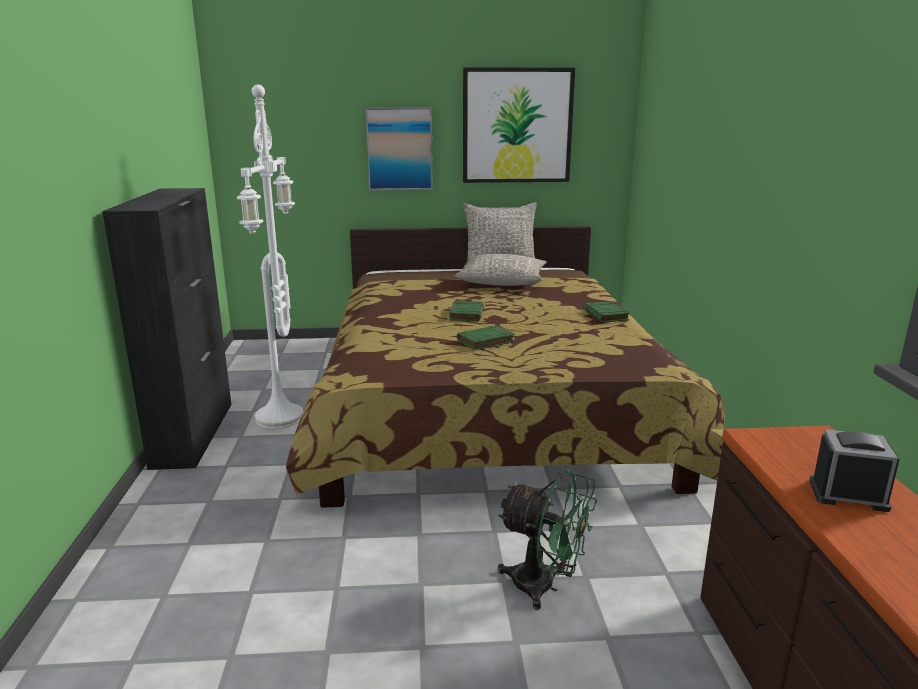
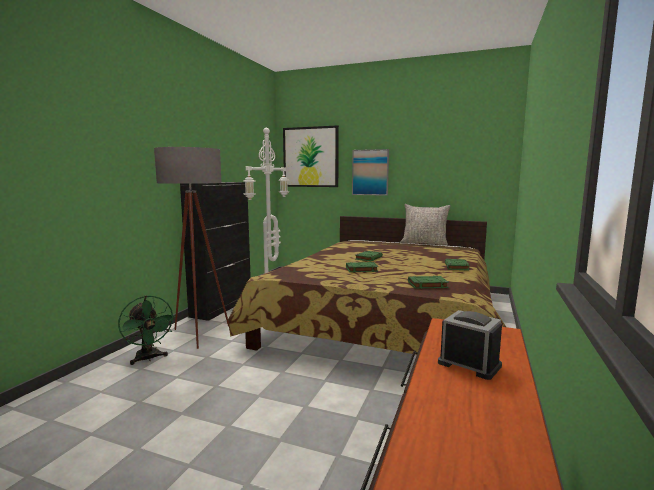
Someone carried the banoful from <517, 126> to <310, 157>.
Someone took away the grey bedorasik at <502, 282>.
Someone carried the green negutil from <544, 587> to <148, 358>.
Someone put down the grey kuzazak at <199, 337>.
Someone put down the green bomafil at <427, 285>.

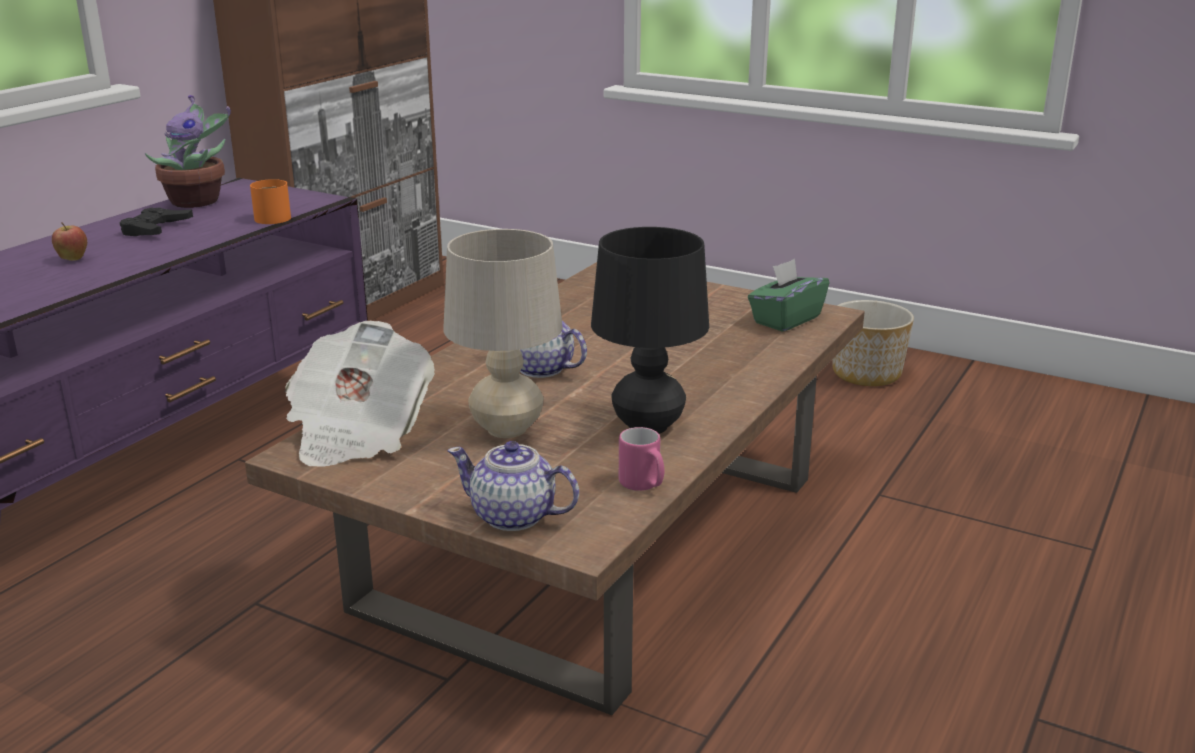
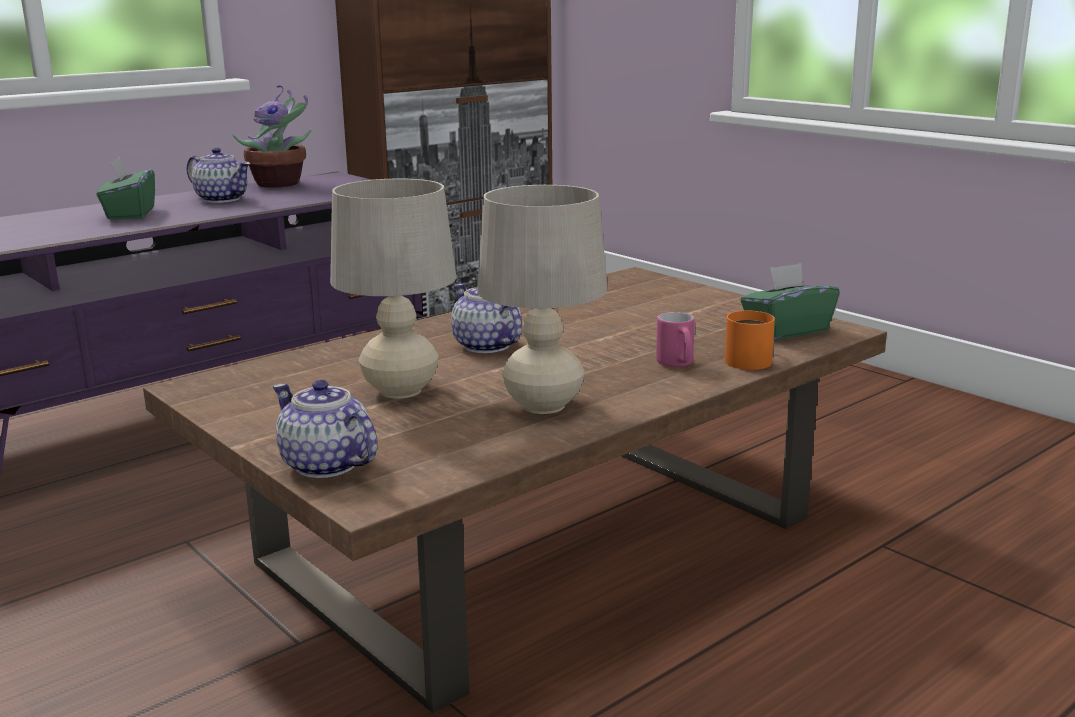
Someone carried the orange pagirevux from <275, 216> to <751, 358>.
Someone swapped the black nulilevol at <155, 229> for the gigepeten at <222, 199>.
Someone swapped the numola at <73, 260> for the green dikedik at <130, 214>.
Someone repainted the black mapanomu at <647, 426>, which became the beige mapanomu at <543, 405>.
Someone took away the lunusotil at <867, 373>.
Someone took away the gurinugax at <358, 432>.
Someone carried the pink pagirevux from <643, 486> to <677, 365>.

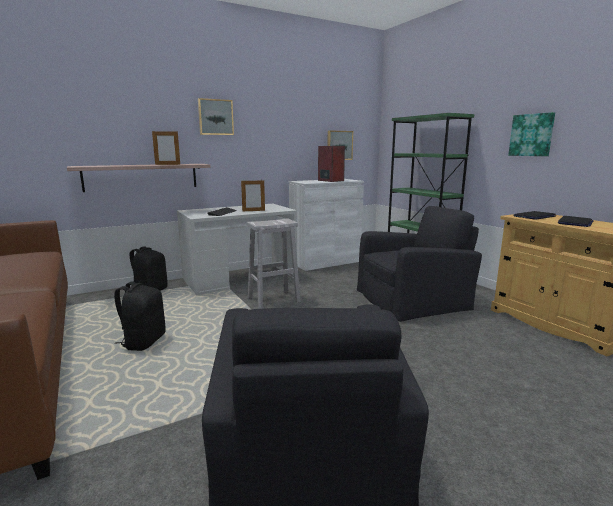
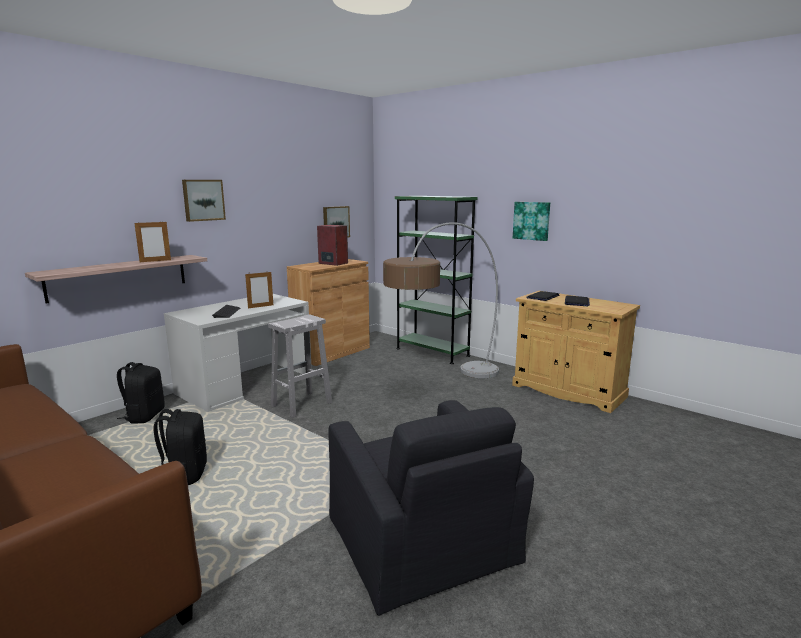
Someone repainted the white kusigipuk at <325, 262>, which became the brown kusigipuk at <331, 352>.
Someone swapped the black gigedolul at <413, 299> for the kuzazak at <441, 384>.

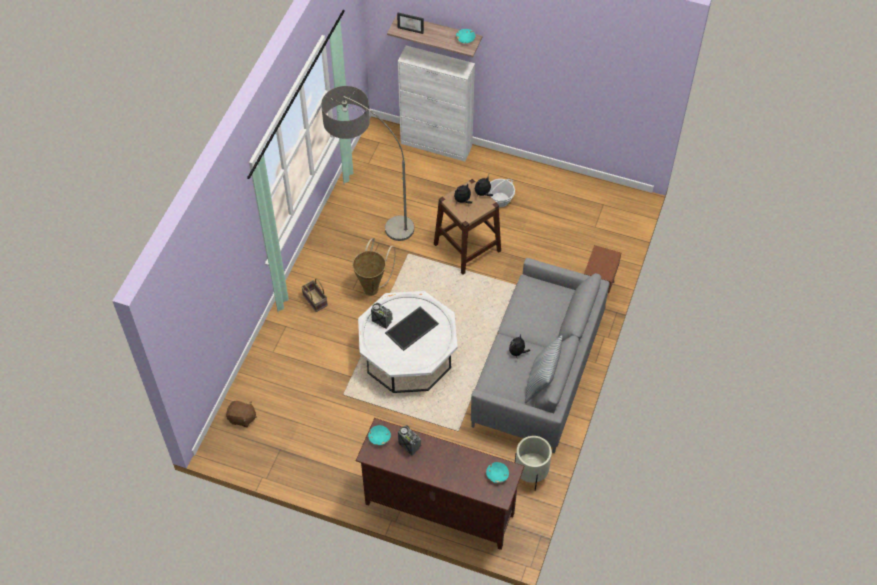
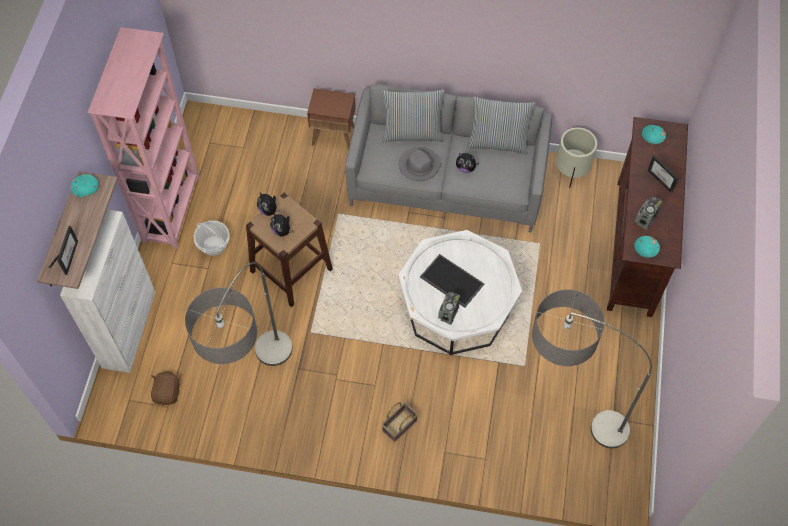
Someone took away the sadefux at <373, 286>.
Someone carried the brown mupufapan from <242, 418> to <168, 393>.
Someone put down the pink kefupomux at <172, 209>.
Someone put down the bedorasik at <412, 133>.
Someone put down the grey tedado at <419, 165>.
Someone put down the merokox at <663, 180>.
Someone put down the kuzazak at <563, 417>.

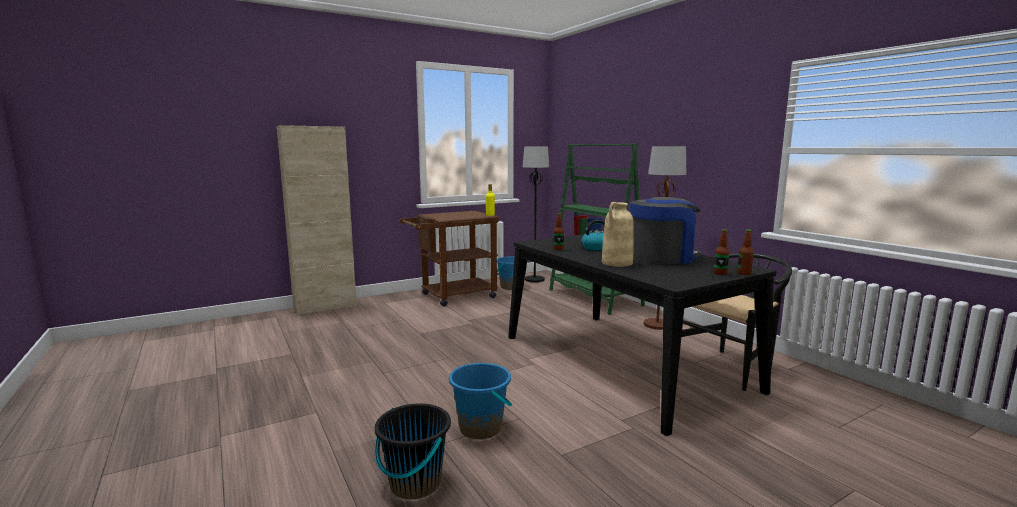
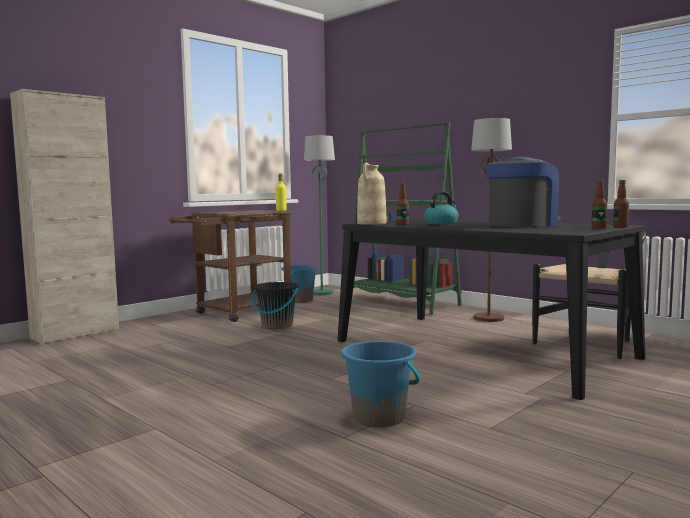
Someone repainted the black kuzazak at <534, 279>, which became the green kuzazak at <321, 293>.
Someone carried the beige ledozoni from <617, 263> to <371, 223>.
Someone carried the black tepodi from <415, 483> to <277, 326>.

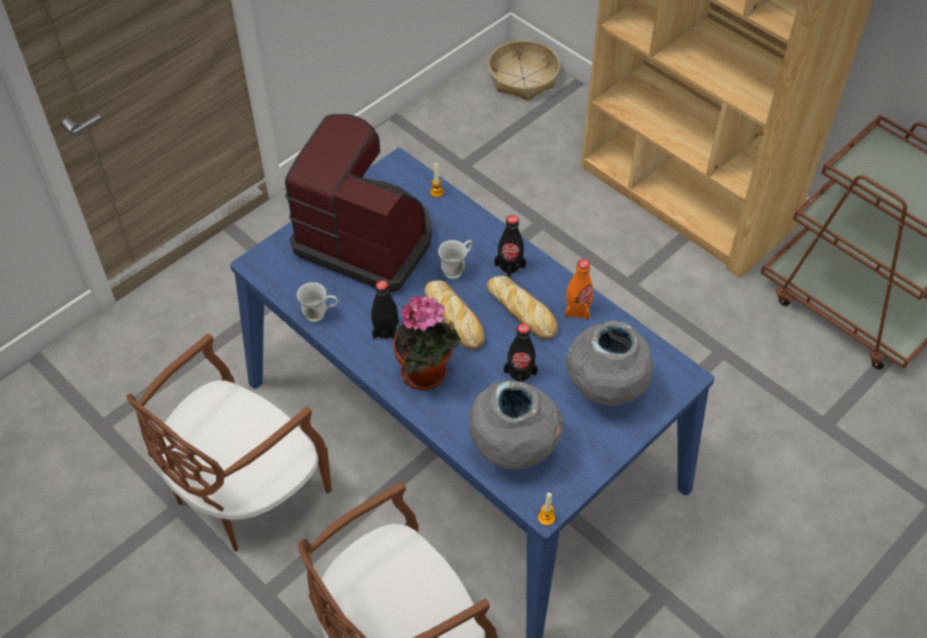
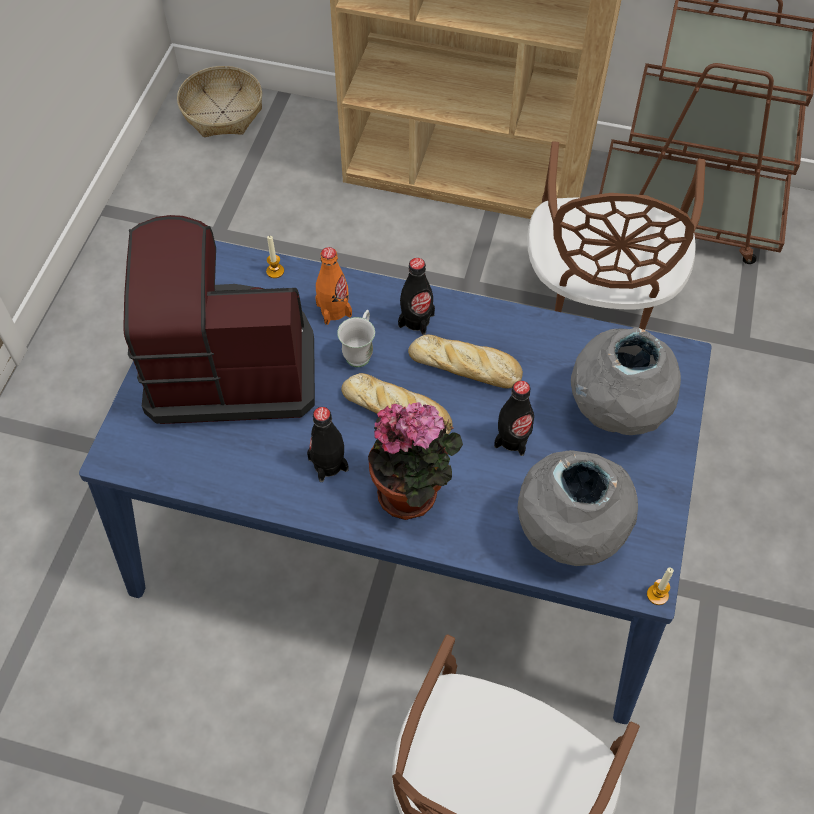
Someone carried the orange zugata from <577, 309> to <334, 310>.
Someone took away the white pagirevux at <320, 315>.
Someone carried the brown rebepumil from <244, 491> to <596, 304>.

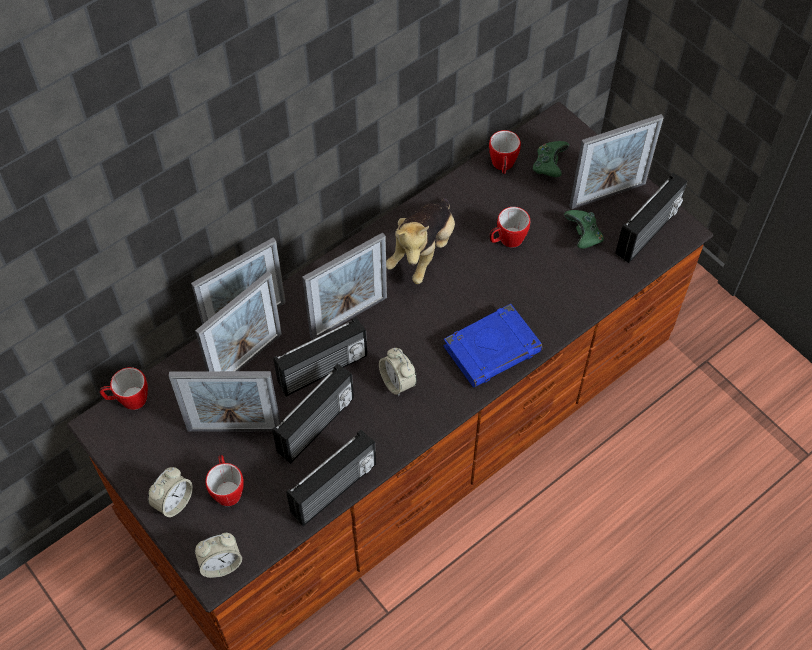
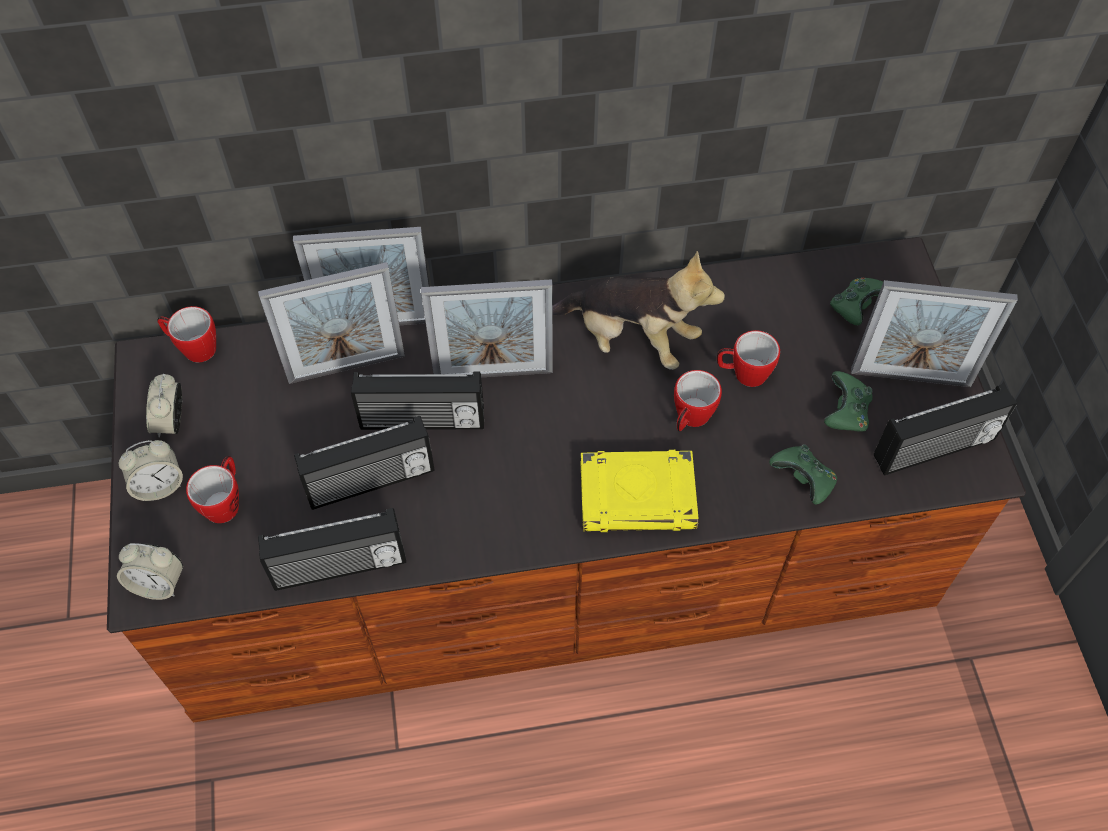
Someone carried the pagirevux from <503, 166> to <690, 419>.
Someone rotated the mupufapan at <422, 251> by 120 degrees counterclockwise.
Someone repainted the blue bomafil at <492, 348>, which became the yellow bomafil at <639, 496>.
Someone carried the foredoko from <397, 382> to <171, 421>.
Someone took away the merokox at <234, 429>.
Someone put down the green nulilevol at <803, 481>.

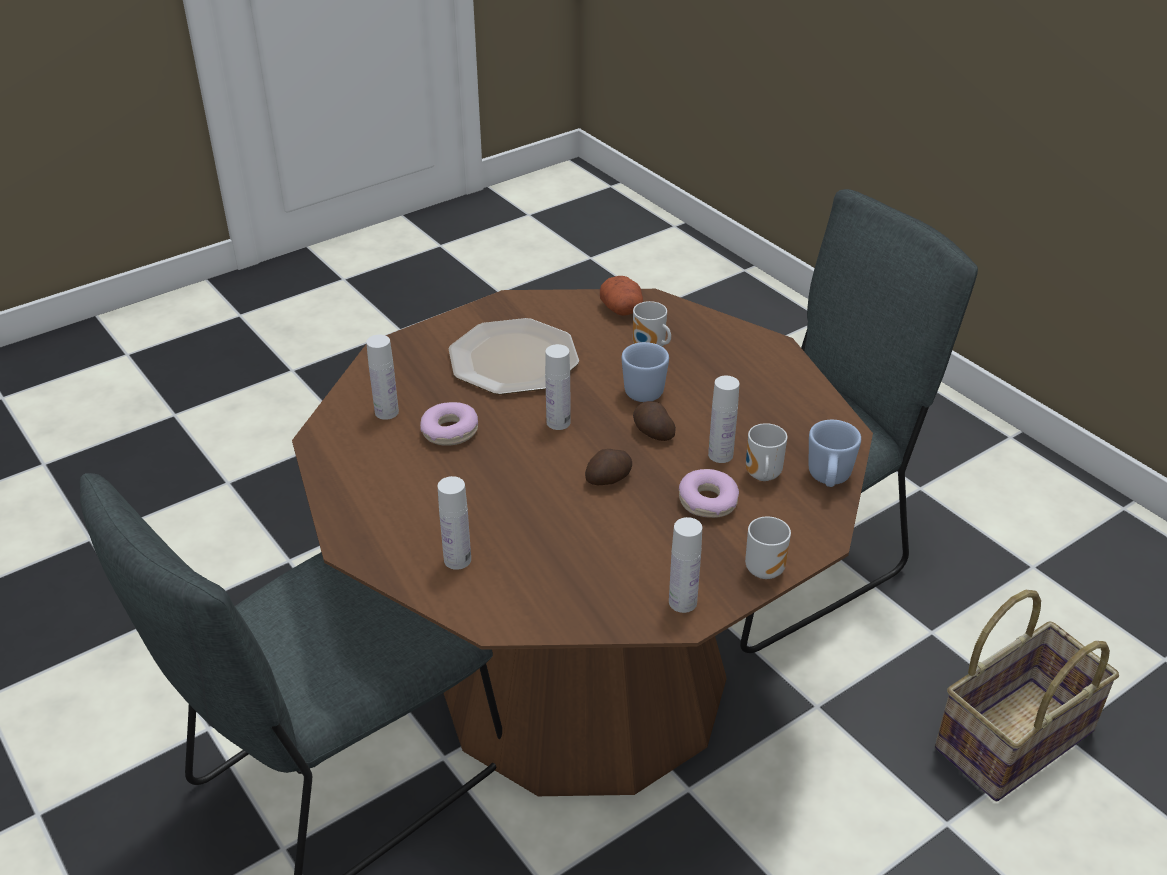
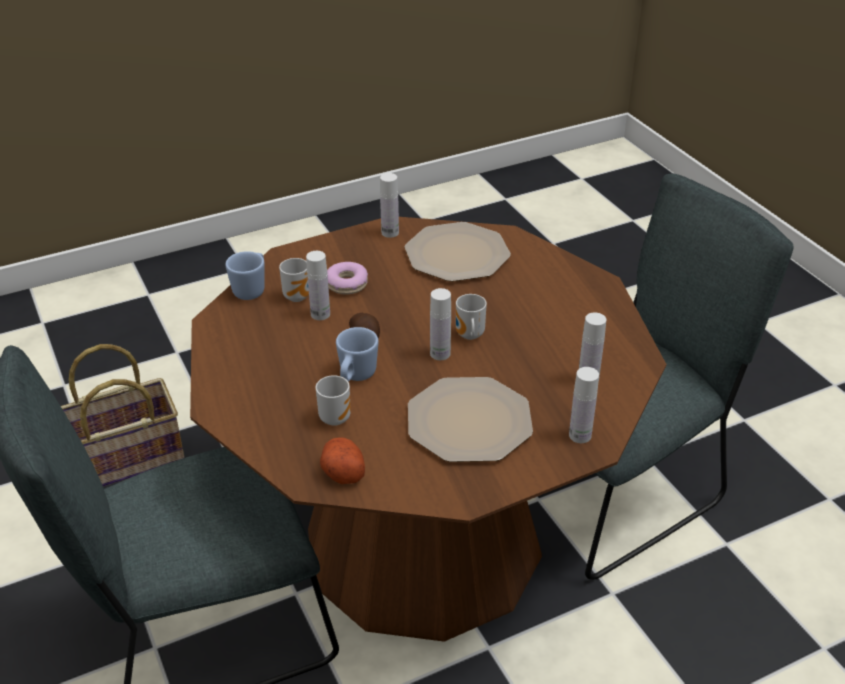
Someone took away the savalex at <450, 431>.
Someone took away the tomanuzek at <609, 479>.
Someone carried the white zugata from <457, 560> to <580, 435>.
Someone carried the pagirevux from <765, 568> to <468, 336>.
Someone put down the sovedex at <456, 254>.

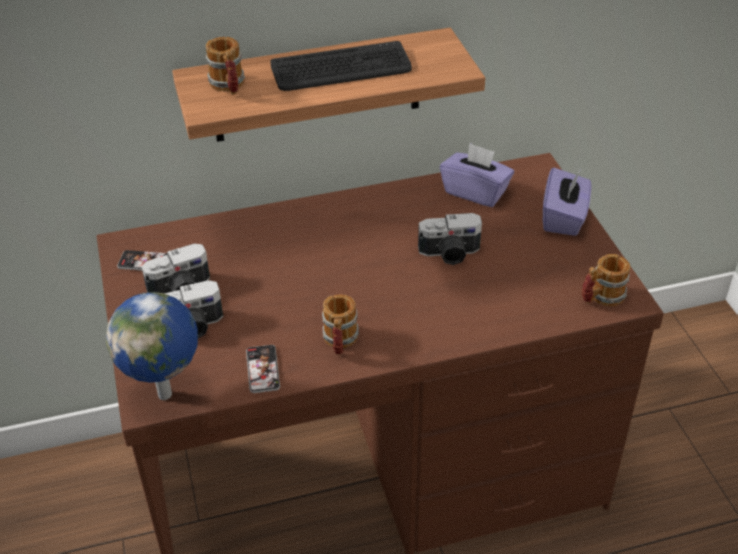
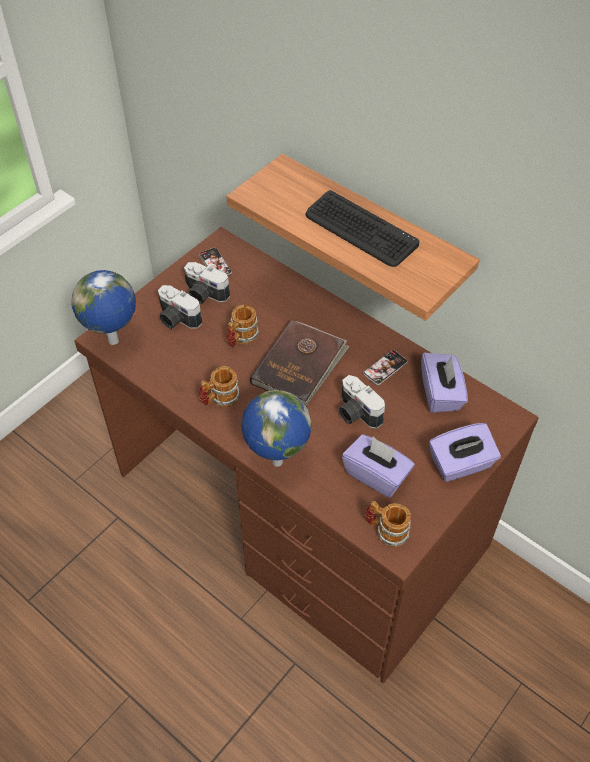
Someone carried the pagirevux from <229, 86> to <241, 338>.
Someone carried the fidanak from <263, 369> to <385, 368>.
Someone put down the brown bomafil at <300, 365>.
Someone put down the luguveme at <276, 462>.
Someone put down the purple dikedik at <376, 475>.

